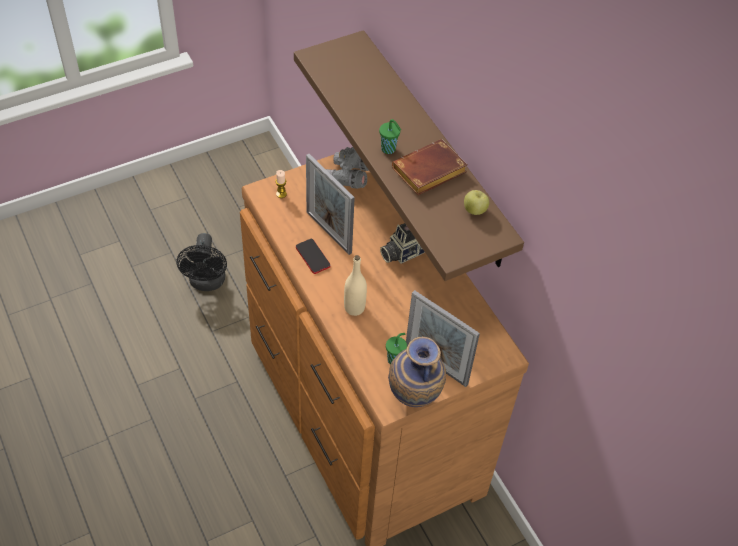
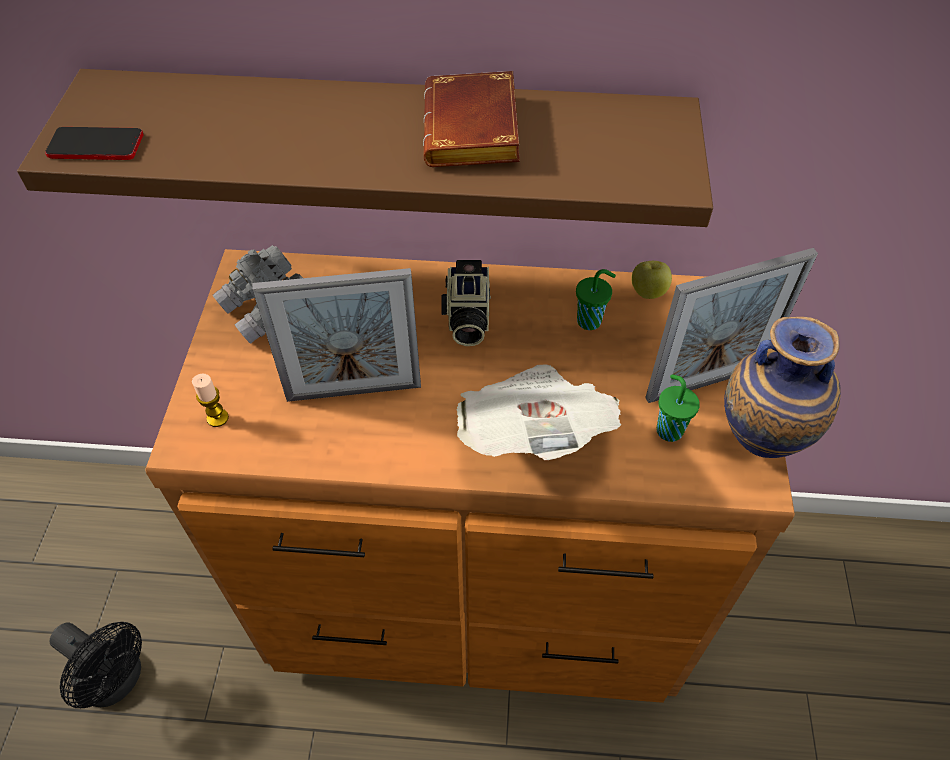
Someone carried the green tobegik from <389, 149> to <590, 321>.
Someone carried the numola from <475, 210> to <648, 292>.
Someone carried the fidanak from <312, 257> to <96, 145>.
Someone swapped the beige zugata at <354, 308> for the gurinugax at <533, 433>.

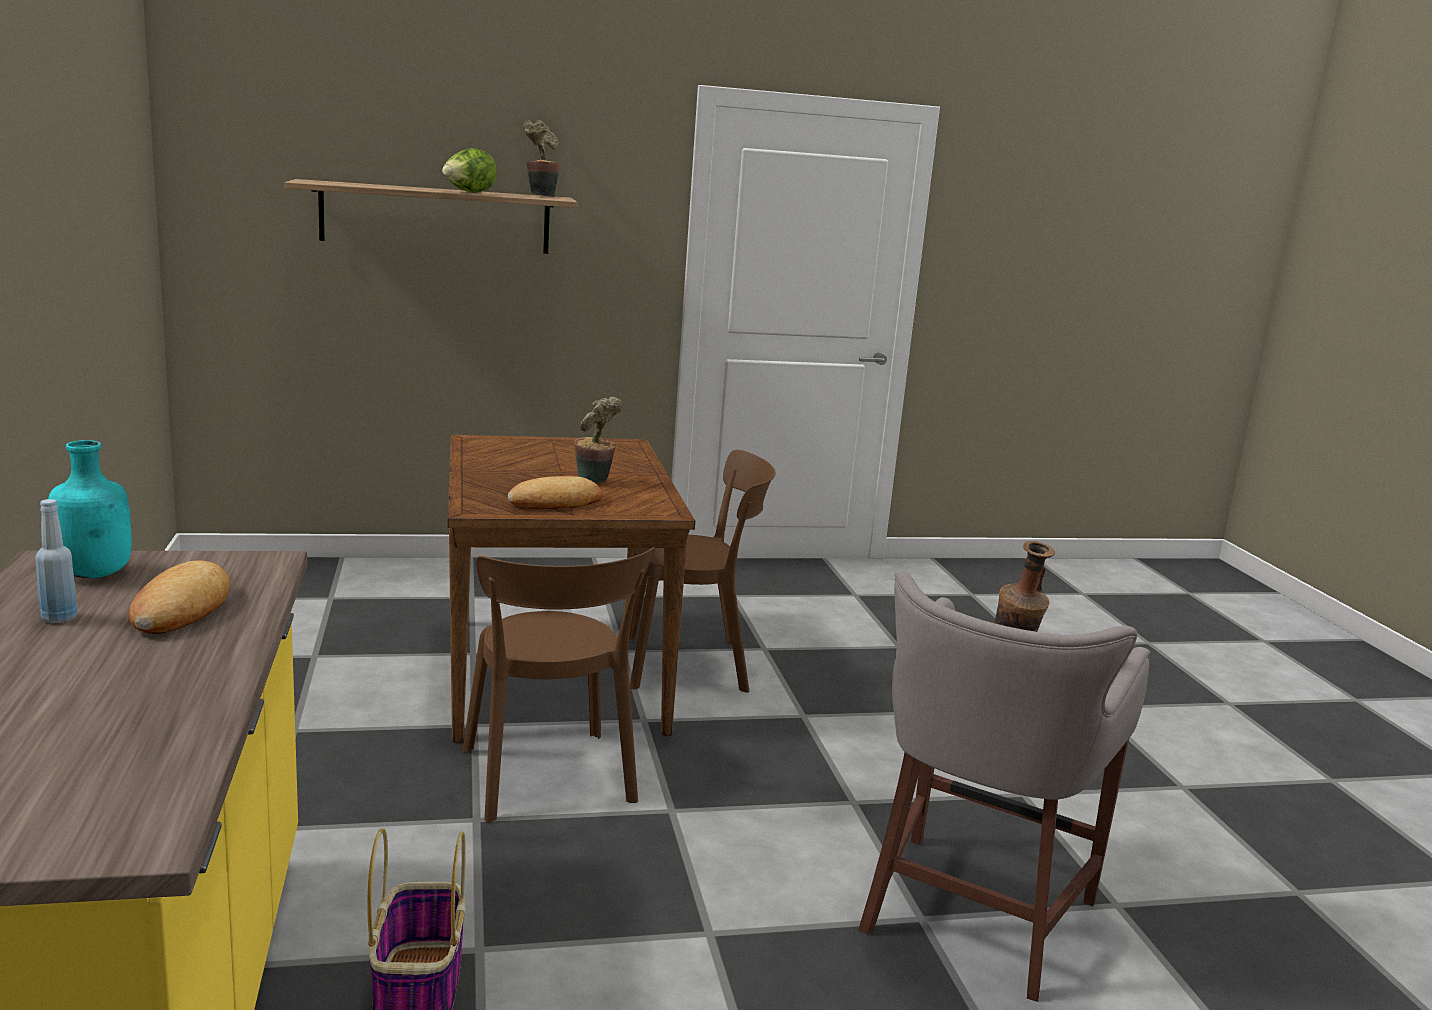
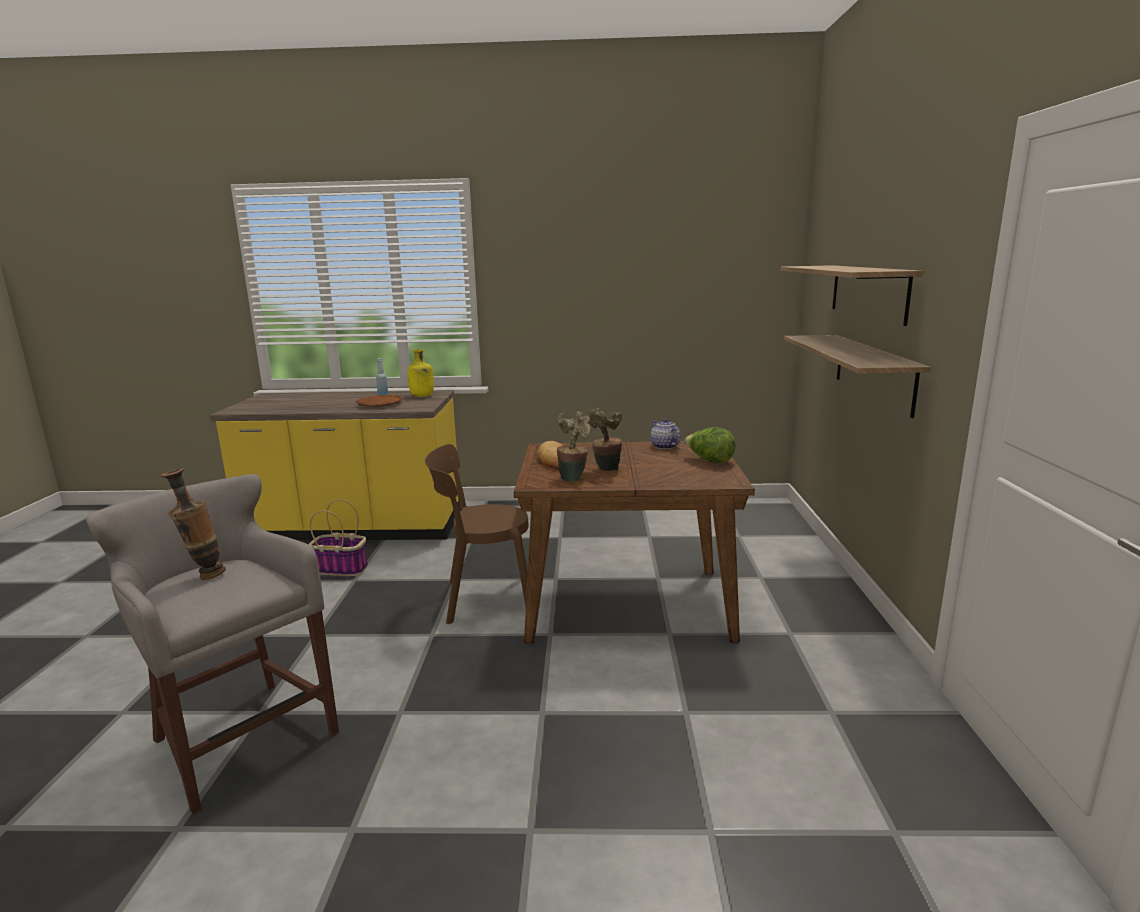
Someone carried the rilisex from <541, 195> to <574, 477>.
Someone carried the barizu from <468, 192> to <709, 461>.
Someone repainted the turquoise zugata at <96, 573>, which became the yellow zugata at <422, 396>.
Someone took away the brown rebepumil at <693, 664>.
Someone swapped the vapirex at <181, 609> for the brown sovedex at <380, 404>.
Someone put up the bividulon at <873, 372>.
Someone put down the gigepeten at <664, 446>.

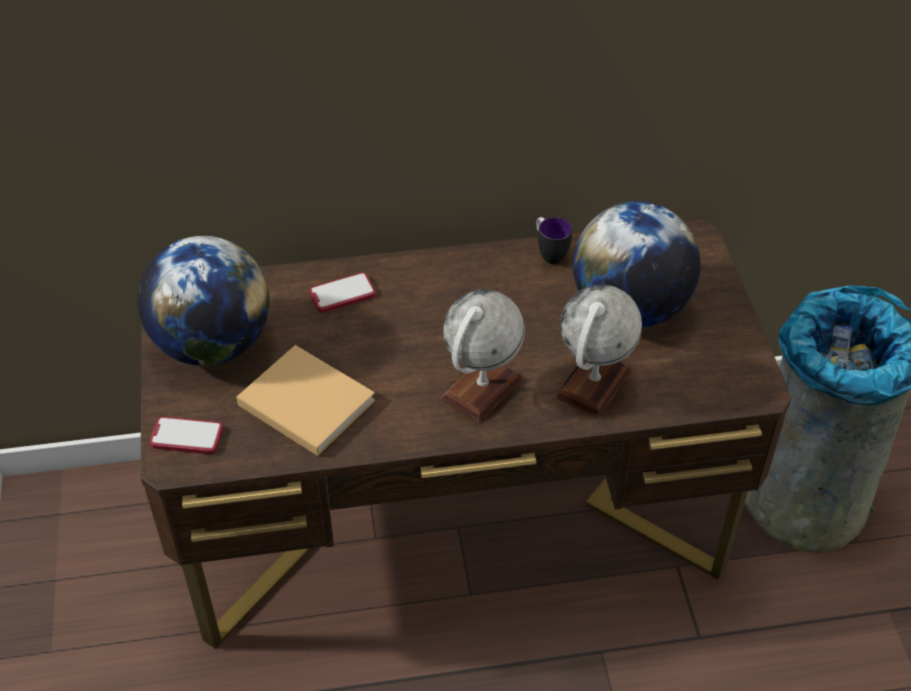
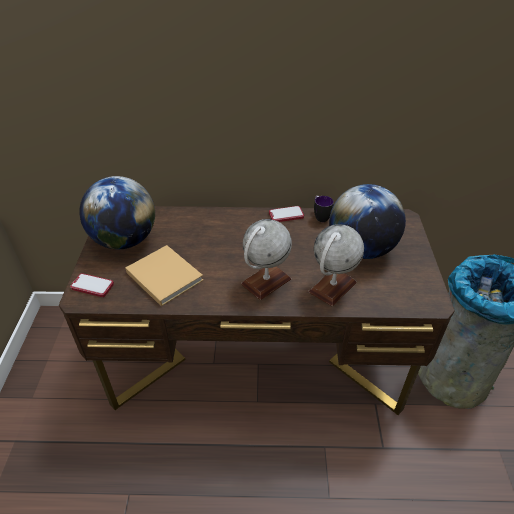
Someone carried the fidanak from <342, 294> to <286, 215>.

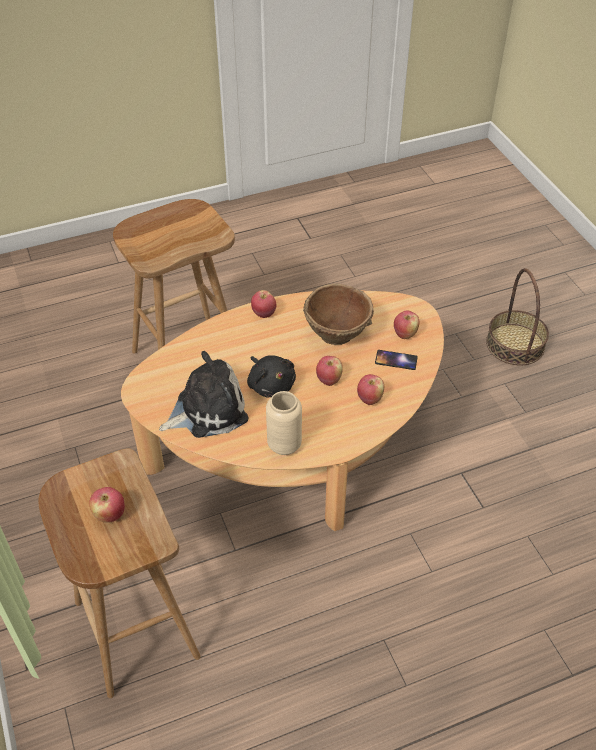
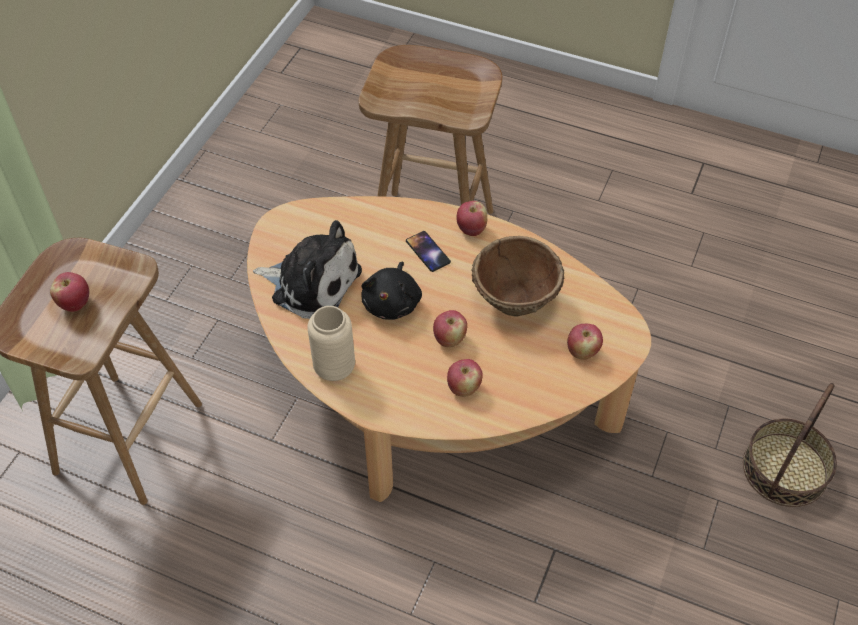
Someone carried the fidanak from <396, 360> to <427, 251>.

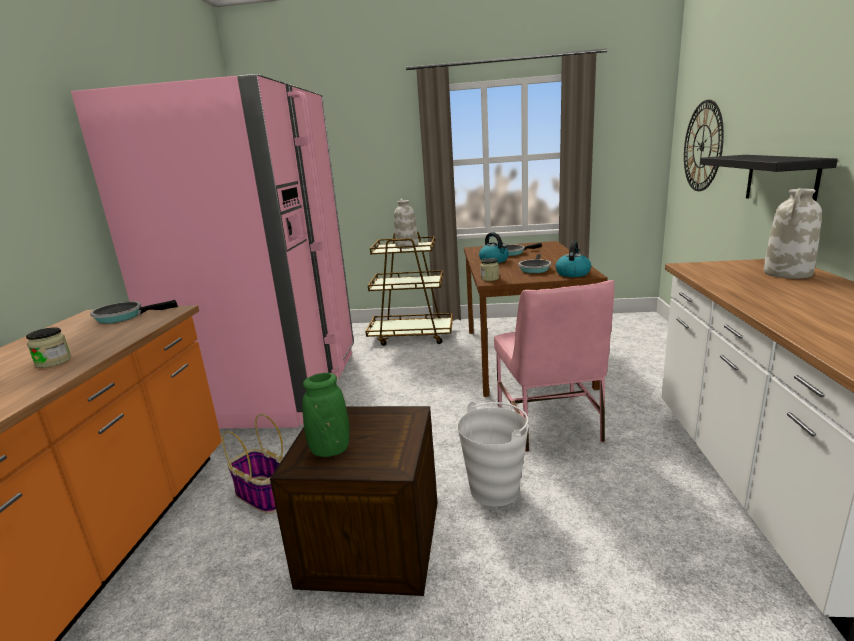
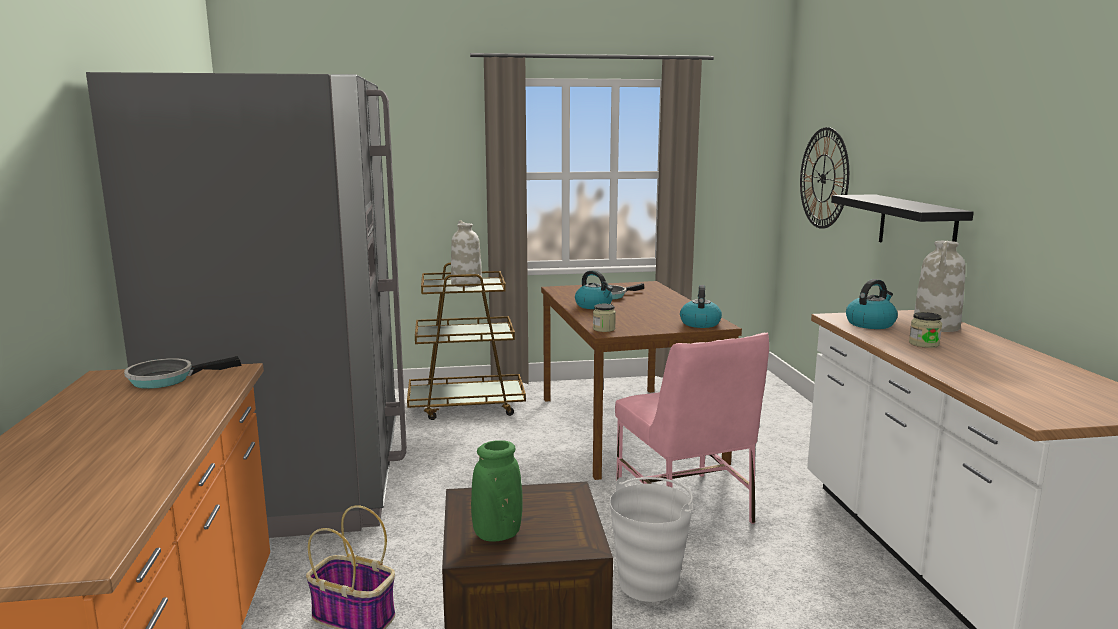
Someone repainted the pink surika at <272, 387>, which became the grey surika at <293, 482>.
Someone took away the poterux at <534, 269>.
Someone carried the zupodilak from <53, 362> to <924, 344>.
Someone put down the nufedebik at <870, 324>.

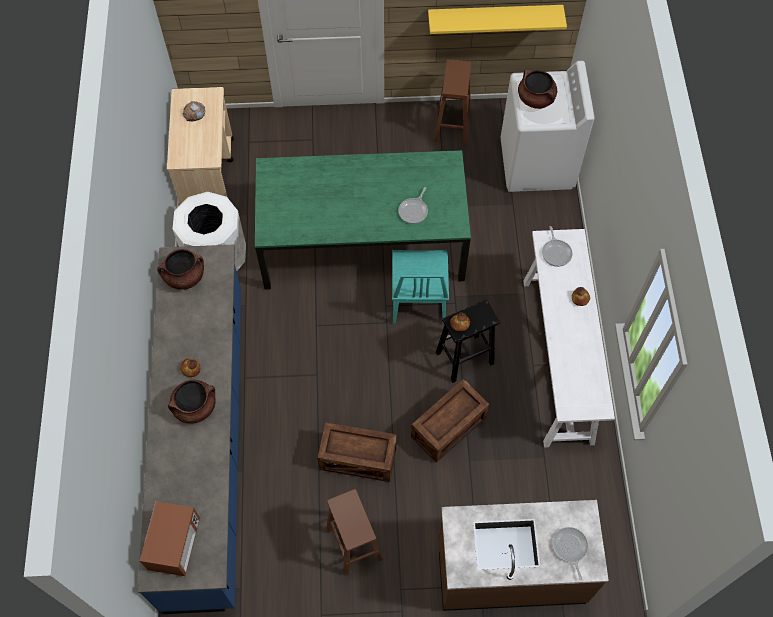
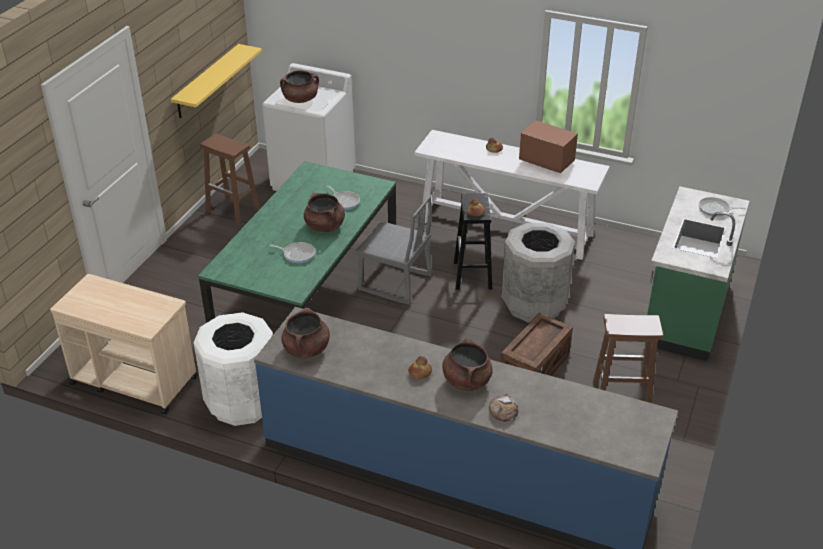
Someone carried the vapirex from <194, 113> to <503, 410>.
Someone carried the poterux from <556, 252> to <297, 254>.
Someone repainted the turquoise rebepumil at <417, 299>, which became the grey rebepumil at <394, 283>.
Someone swapped the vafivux at <448, 427> for the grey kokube at <534, 305>.
Someone repainted the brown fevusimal at <510, 570>, which became the green fevusimal at <685, 312>.
Someone carried the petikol from <175, 544> to <546, 162>.
Someone put down the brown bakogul at <325, 226>.

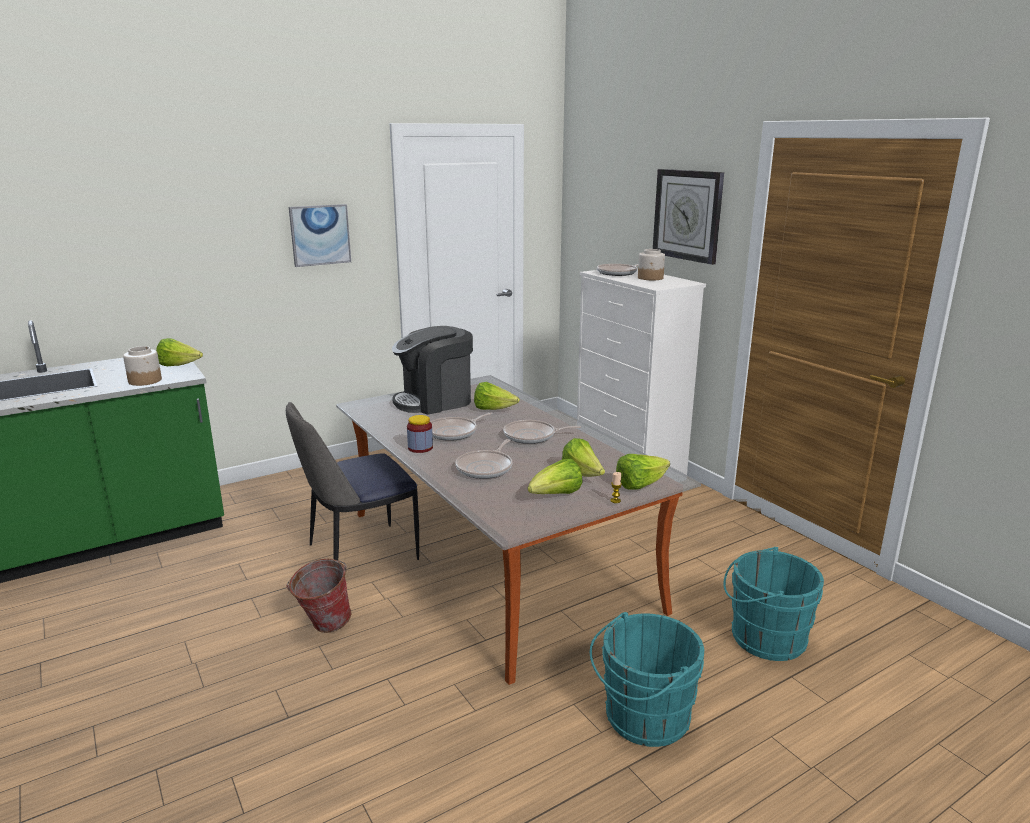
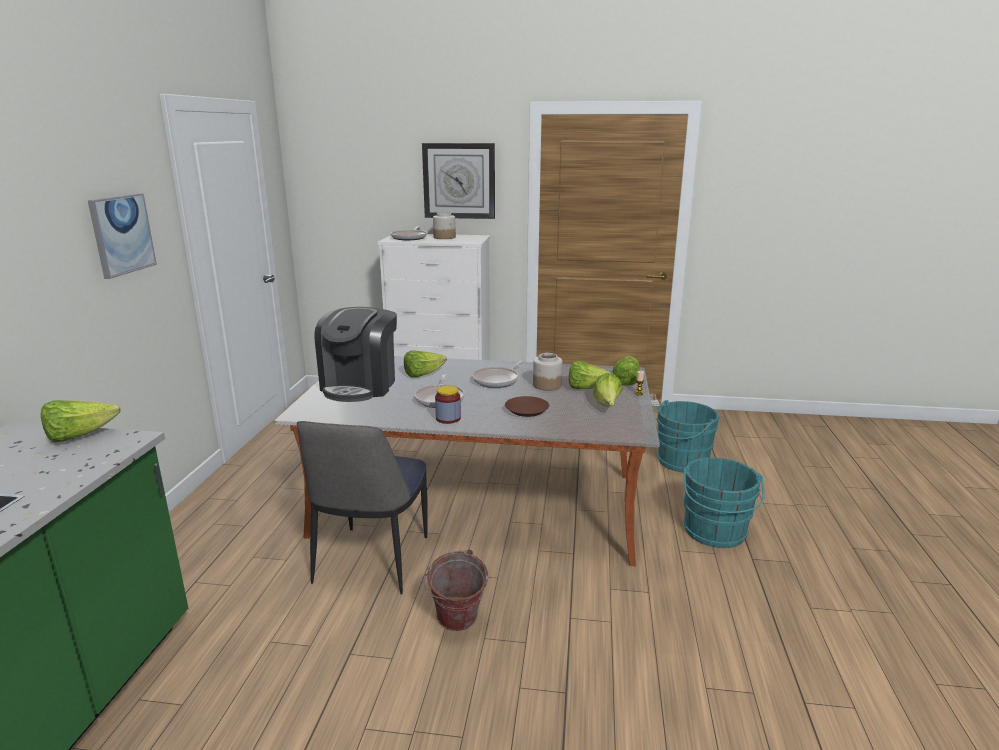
Someone carried the zupodilak from <145, 381> to <547, 385>.
Someone swapped the poterux at <486, 468> for the brown sovedex at <527, 410>.

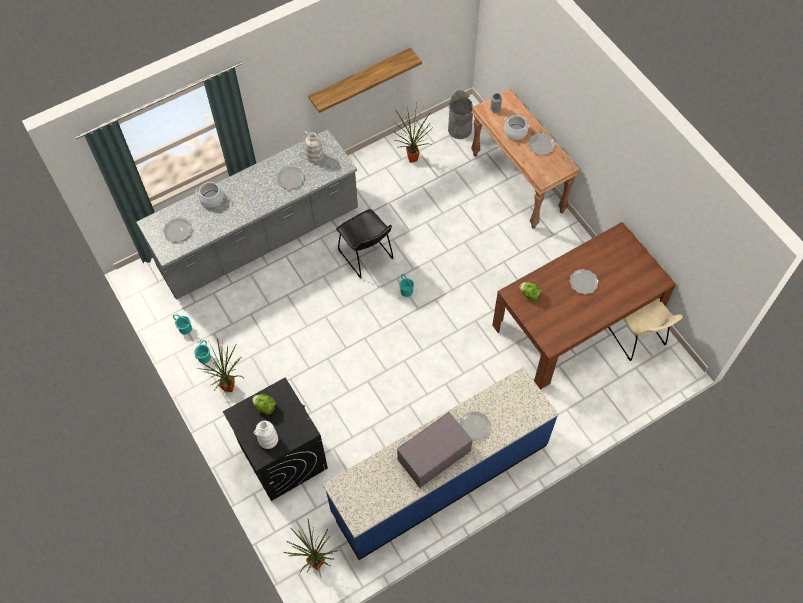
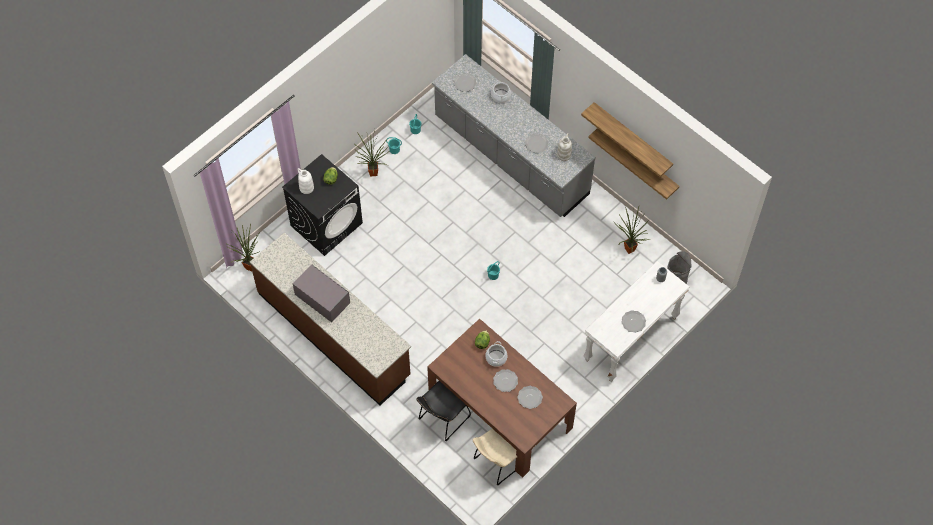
Someone repainted the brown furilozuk at <518, 183>, which became the white furilozuk at <631, 339>.
Someone carried the bakogul from <515, 132> to <496, 358>.
Someone carried the black rebepumil from <367, 256> to <442, 419>.
Someone repainted the blue fevusimal at <439, 478>, which became the brown fevusimal at <334, 334>.
Someone carried the sovedex from <475, 426> to <530, 398>.
Someone put up the bividulon at <632, 137>.

